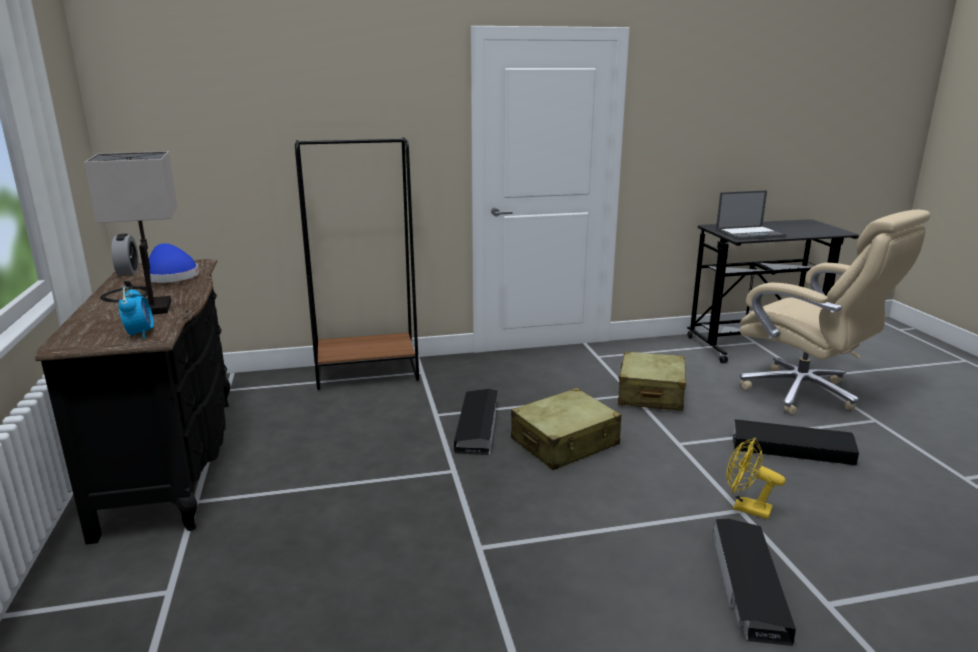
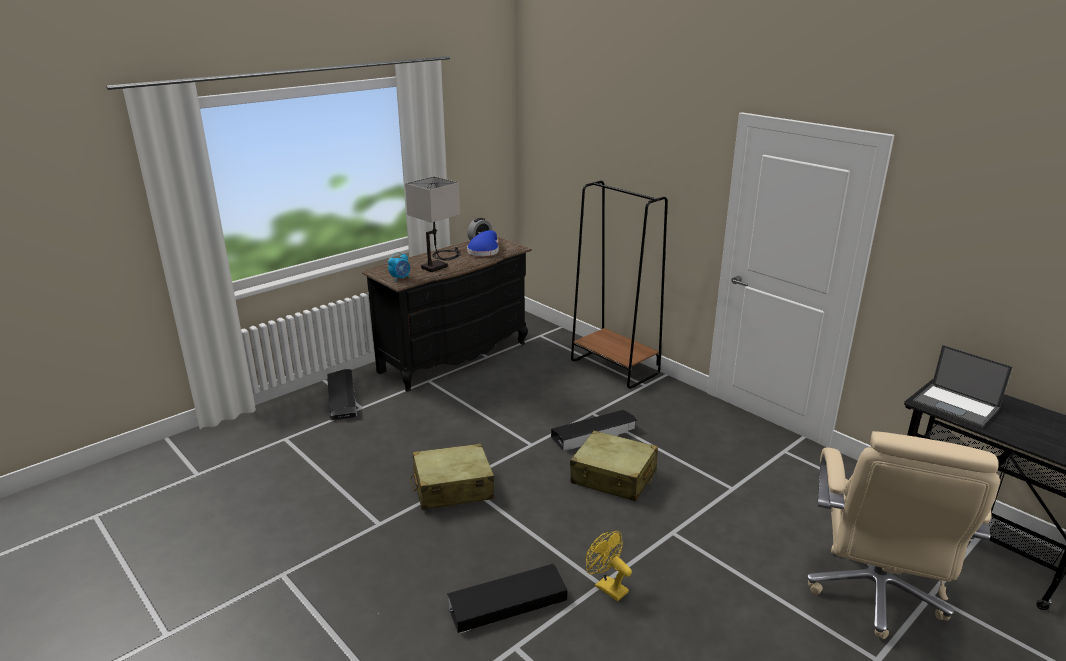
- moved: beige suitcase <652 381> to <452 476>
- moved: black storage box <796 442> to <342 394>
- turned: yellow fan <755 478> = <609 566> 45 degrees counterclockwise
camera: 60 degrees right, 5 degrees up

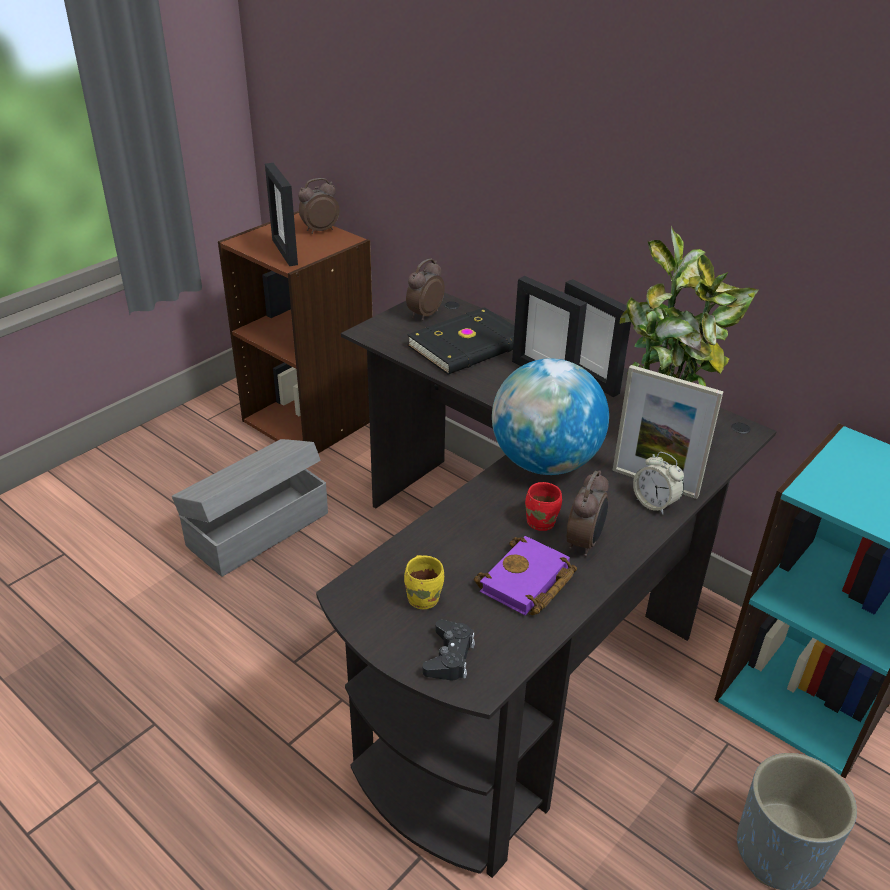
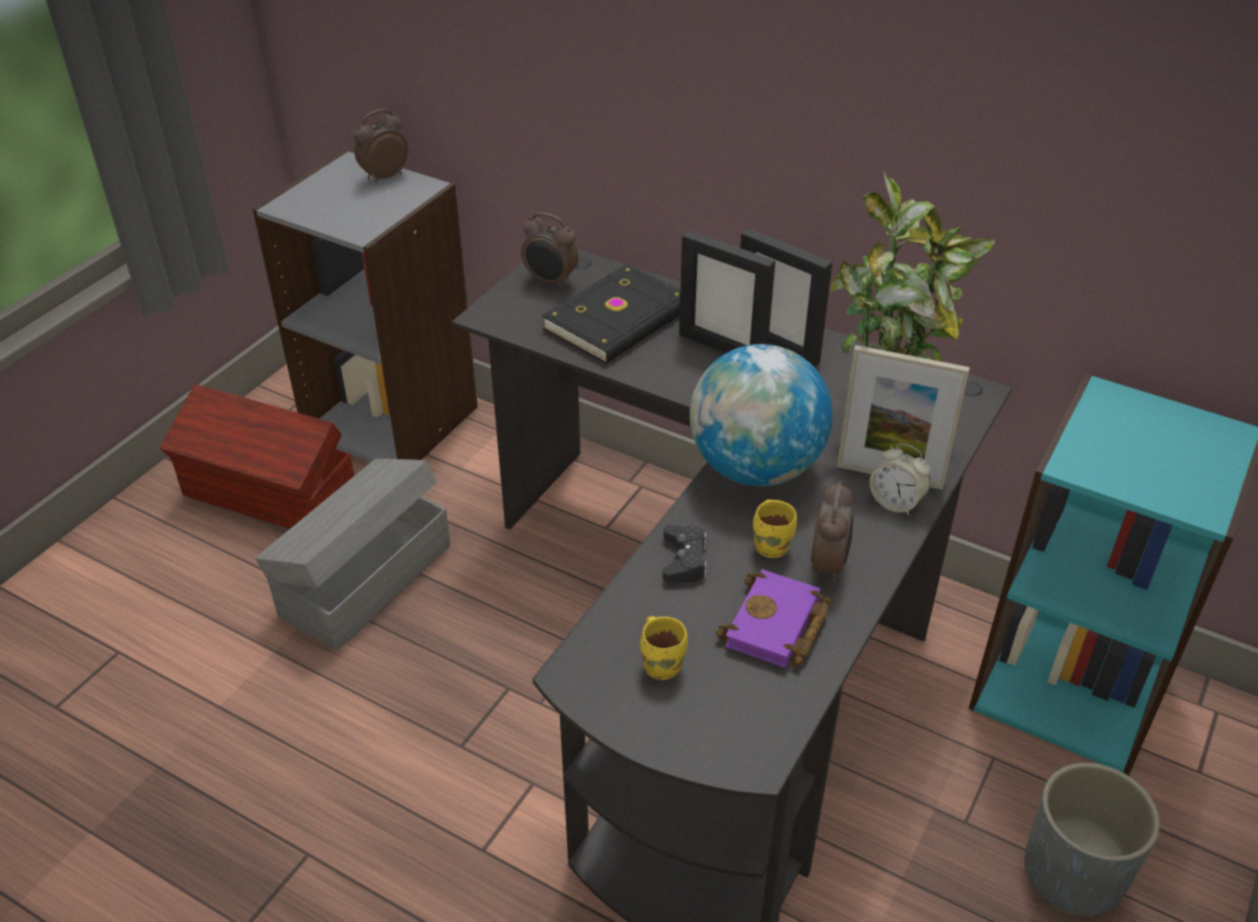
- removed: picture frame <281 214>
- added: brown storage box <257 456>
- moved: black game controller <448 650> to <685 553>
- recoloured: brown bookcase <295 332> to grey bookcase <365 306>
- recoloured: red mug <543 506> to yellow mug <775 528>
- turned: alarm clock <425 289> = <550 250> 90 degrees counterclockwise
camera: 10 degrees left, 5 degrees up

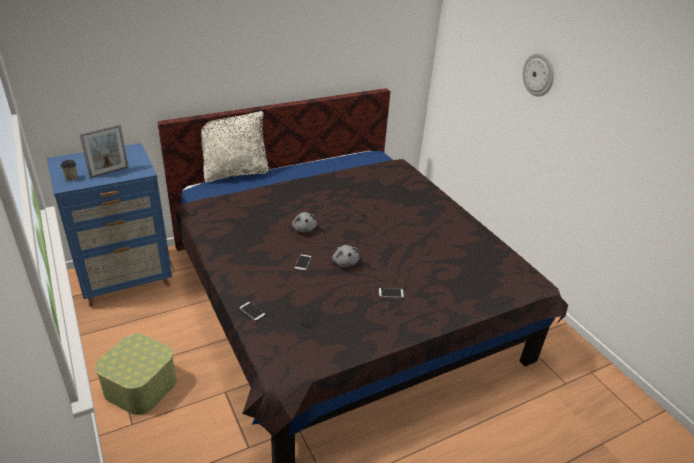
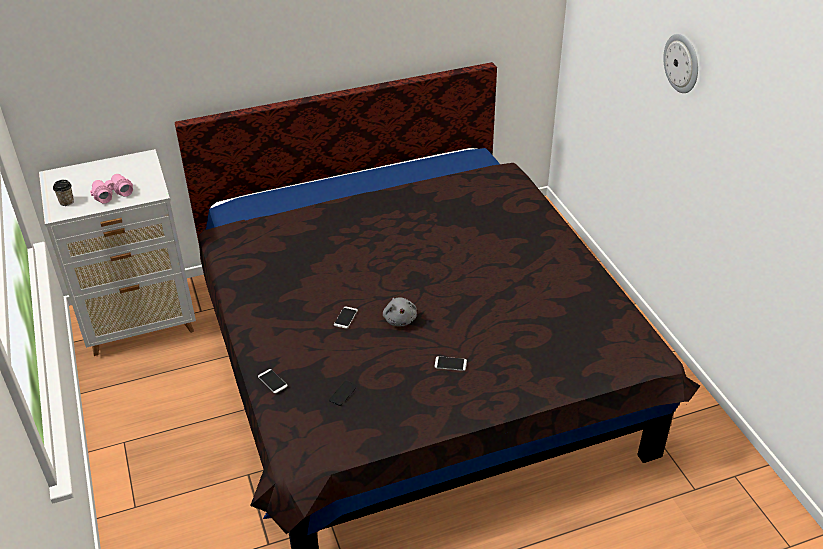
- removed: storage box <136 374>
- removed: beige pillow <235 146>
- removed: grey plush toy <304 222>
- replaced: picture frame <104 151> to pink binoculars <111 189>
- recoloured: blue dresser <109 225> to white dresser <117 252>
camera: 10 degrees right, 5 degrees up

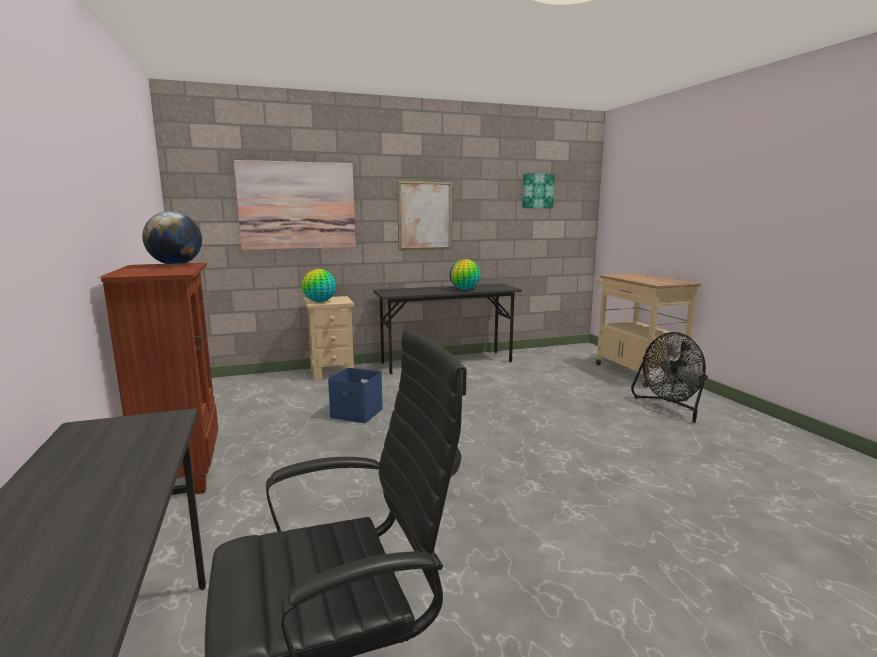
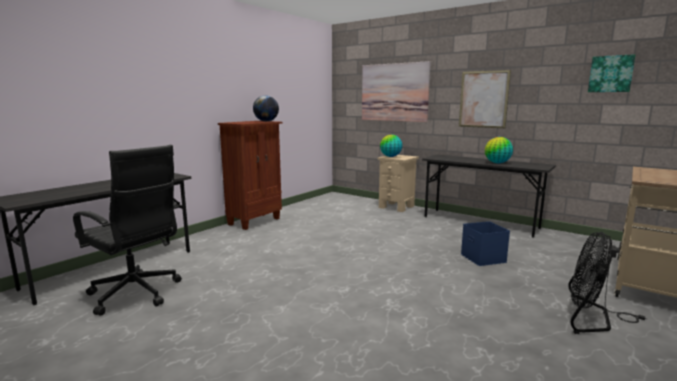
- moved: blue storage box <355 395> to <485 243>
camera: 55 degrees right, 0 degrees up

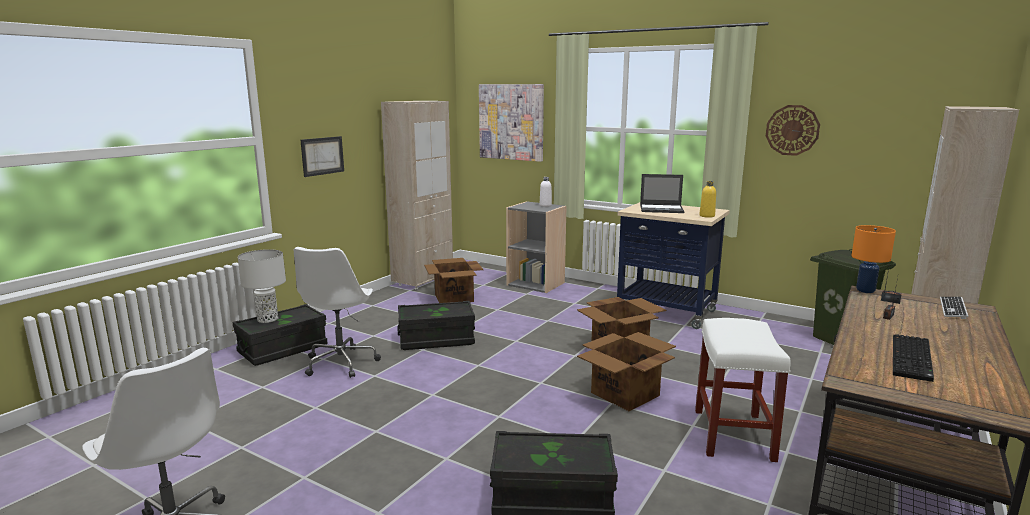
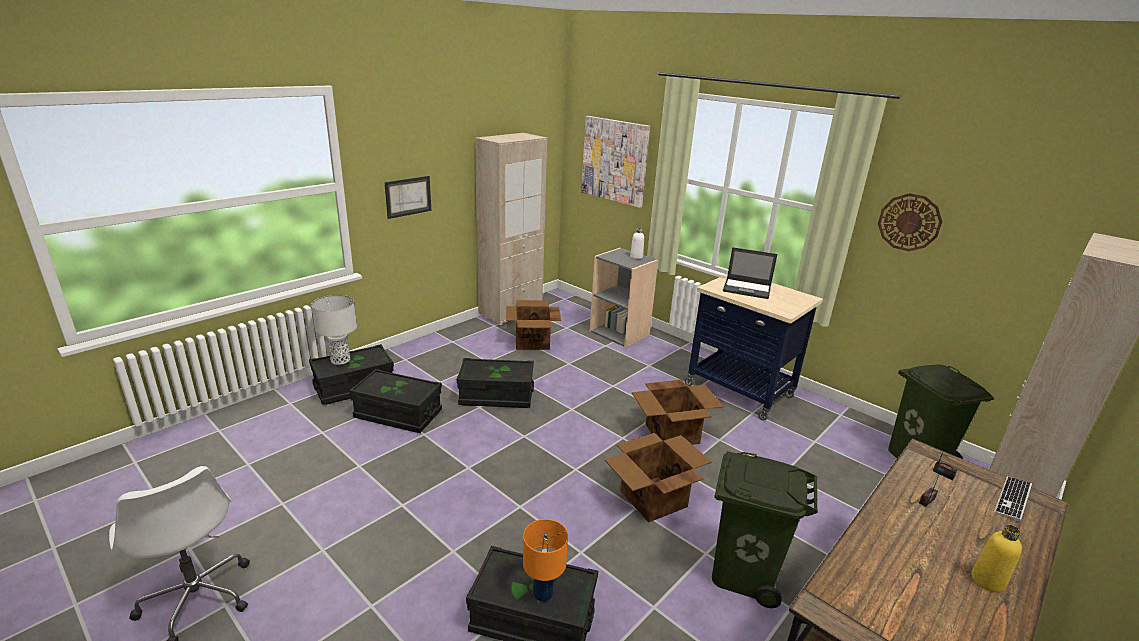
- removed: keyboard <913 358>
- moved: yellow bottle <707 199> to <996 559>
- moved: orange table lamp <873 259> to <545 560>
- replaced: white office chair <337 312> to black storage box <395 401>
- replaced: white stool <743 390> to green trash can <765 529>
camera: 10 degrees right, 10 degrees up

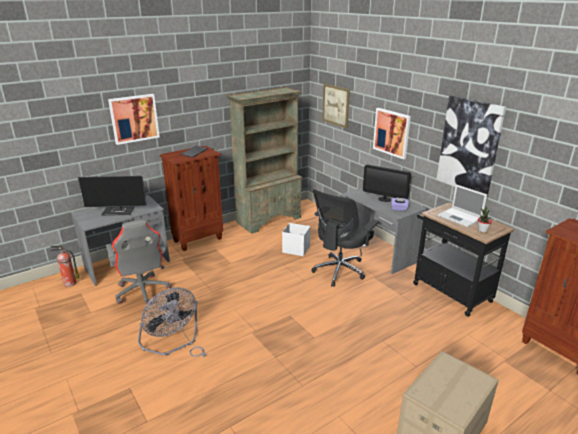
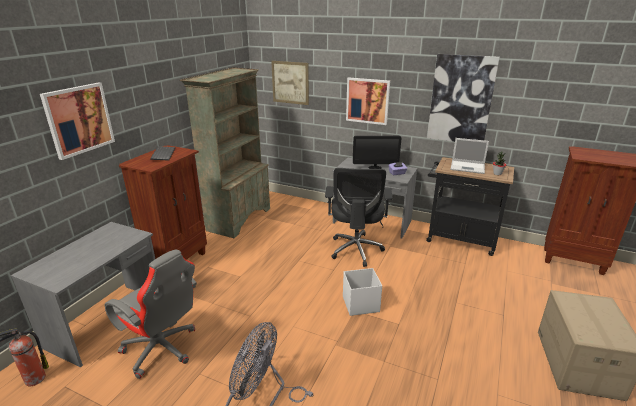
- removed: monitor <112 196>
- moved: white storage box <296 239> to <362 292>
camera: 30 degrees left, 0 degrees up

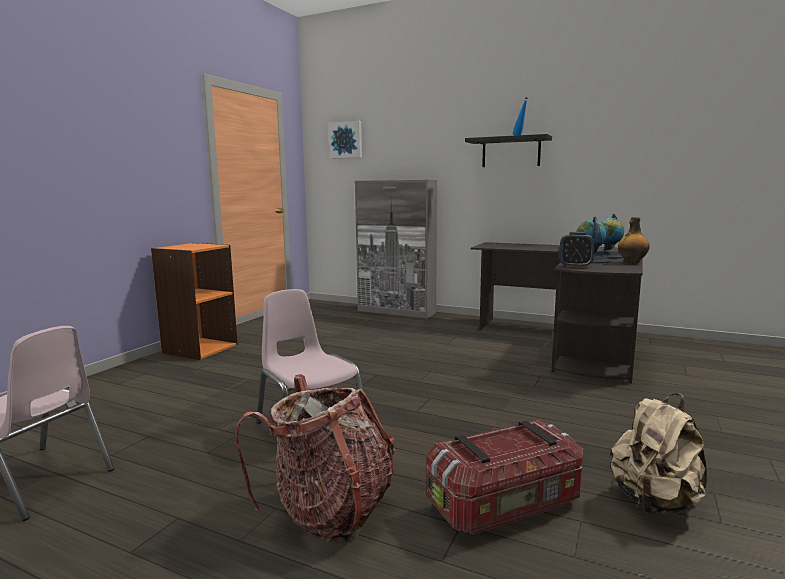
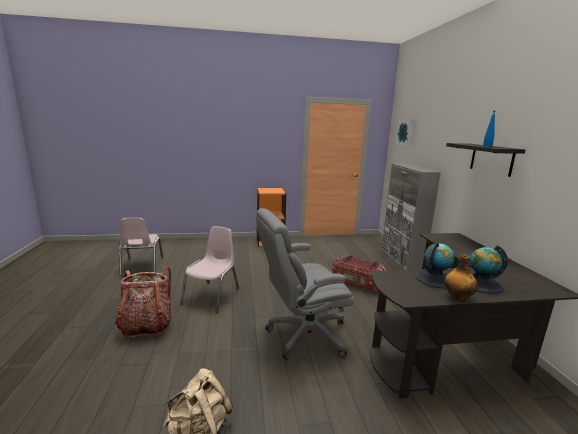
- removed: alarm clock <577 250>
- added: grey office chair <305 284>
- moved: storage box <504 477> to <359 273>
camera: 55 degrees right, 5 degrees up

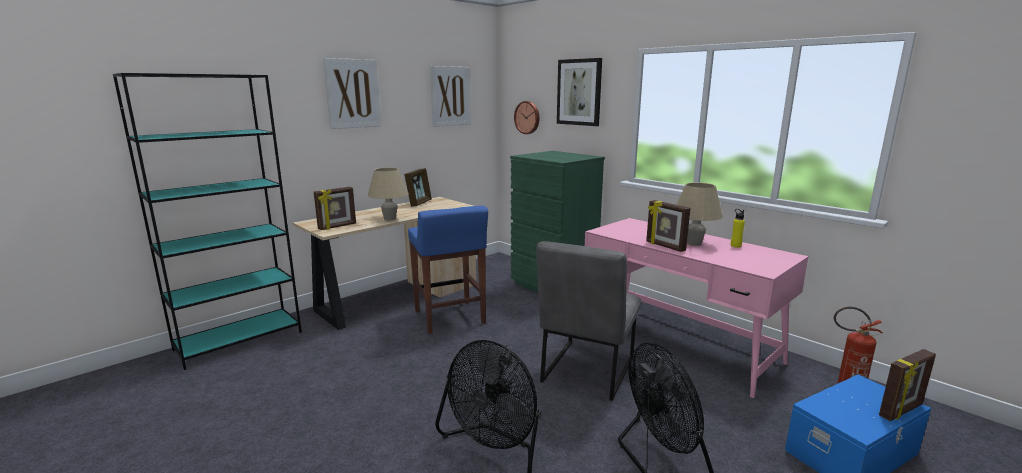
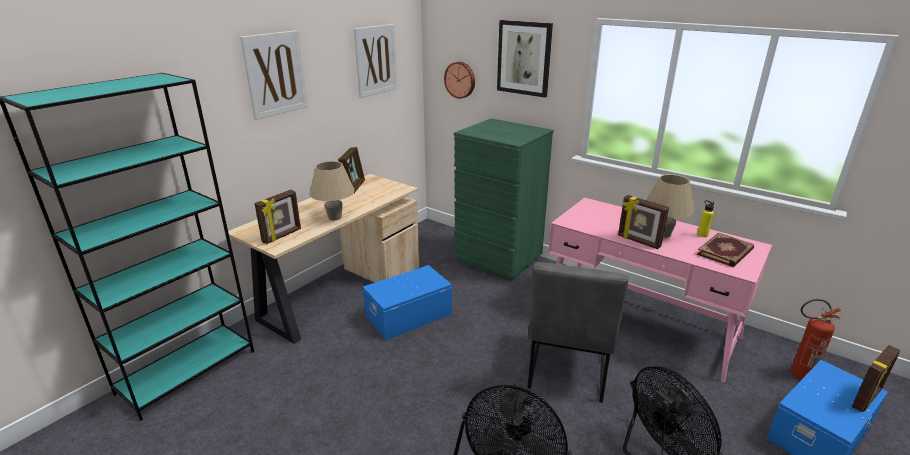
- added: book <725 250>
- replaced: blue stool <448 270> to blue storage box <407 302>
camera: 10 degrees left, 10 degrees up

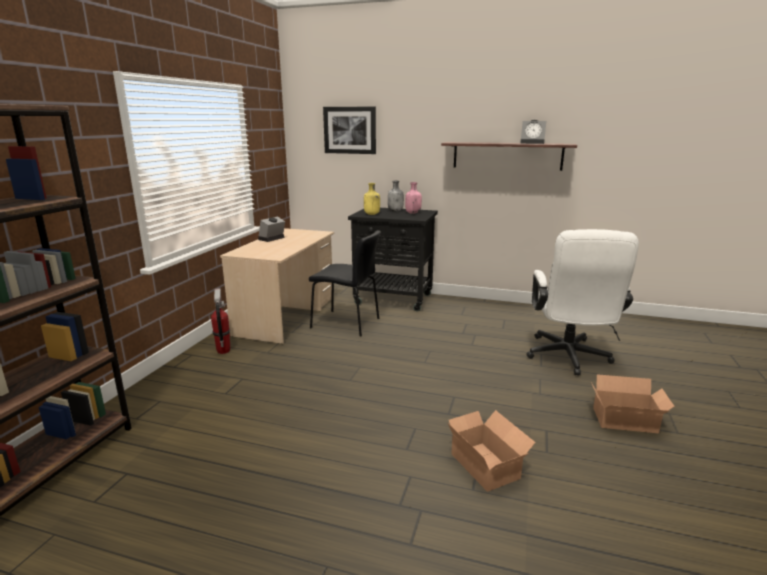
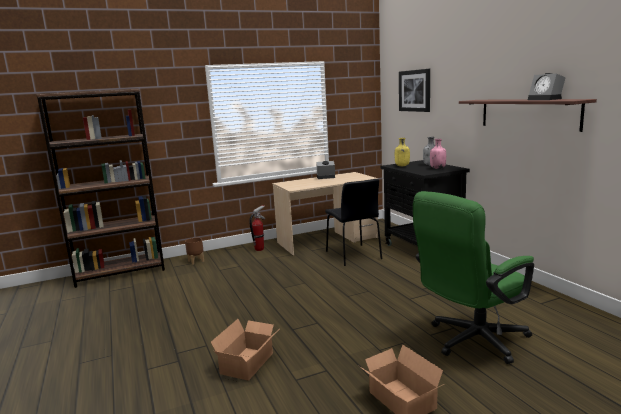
- added: brown planter <194 251>
- recoloured: white office chair <582 302> to green office chair <473 277>
camera: 50 degrees right, 5 degrees down

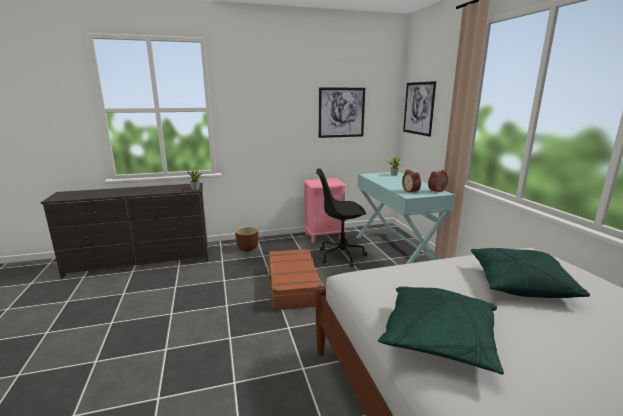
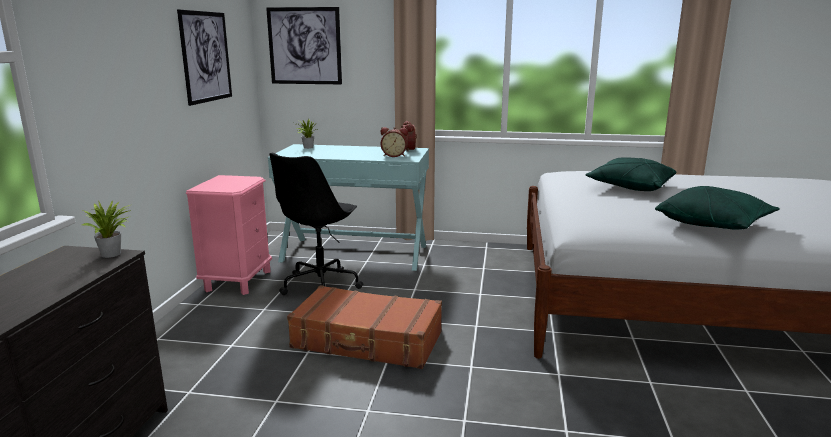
- removed: brown planter <246 239>
camera: 65 degrees left, 0 degrees up

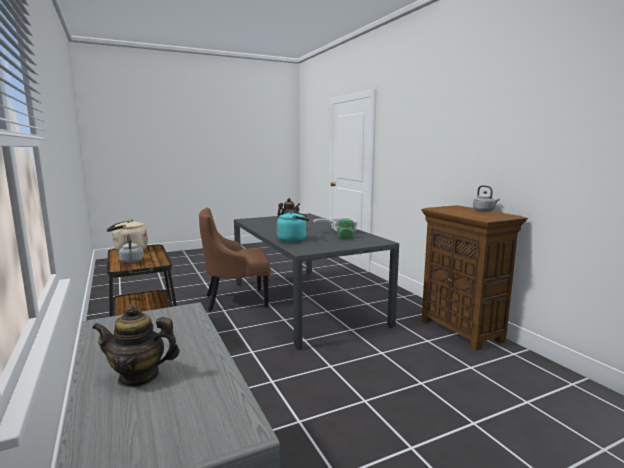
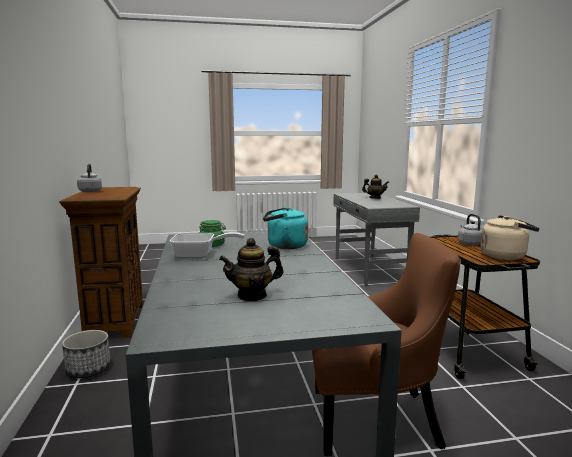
- added: planter <86 354>
camera: 165 degrees left, 0 degrees up

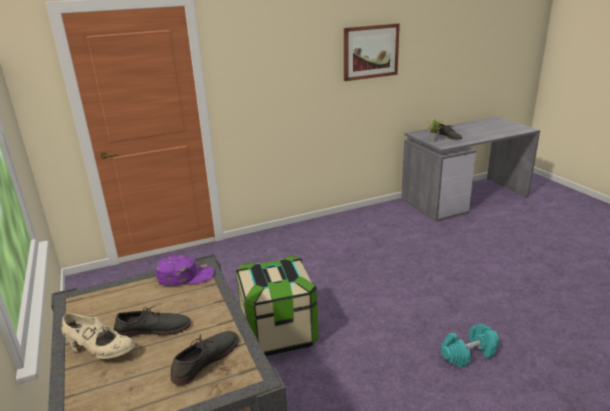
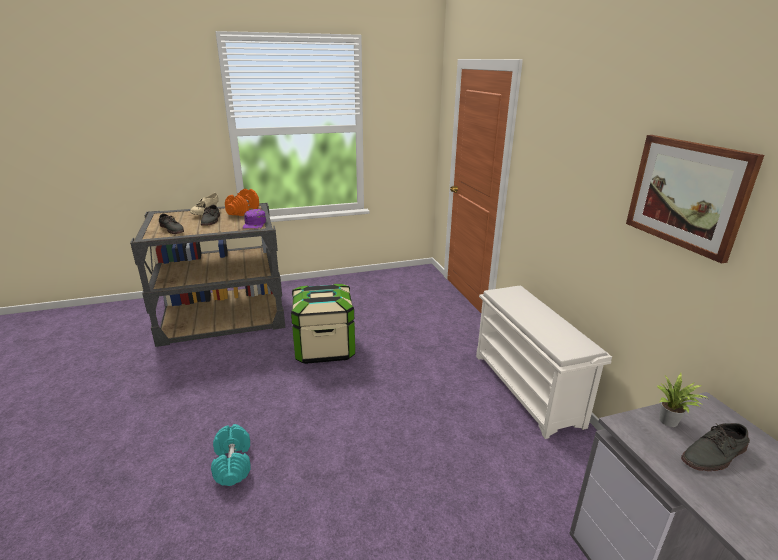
- added: orange dumbbell <242 202>
- added: white shoe rack <544 362>
camera: 95 degrees right, 0 degrees up

